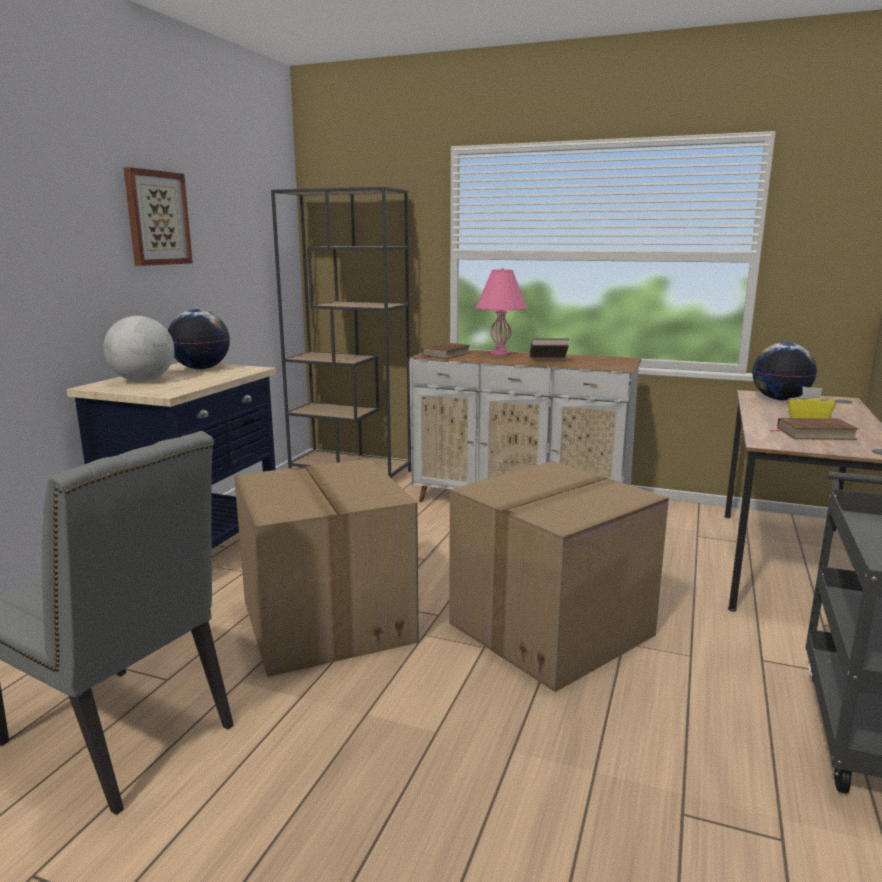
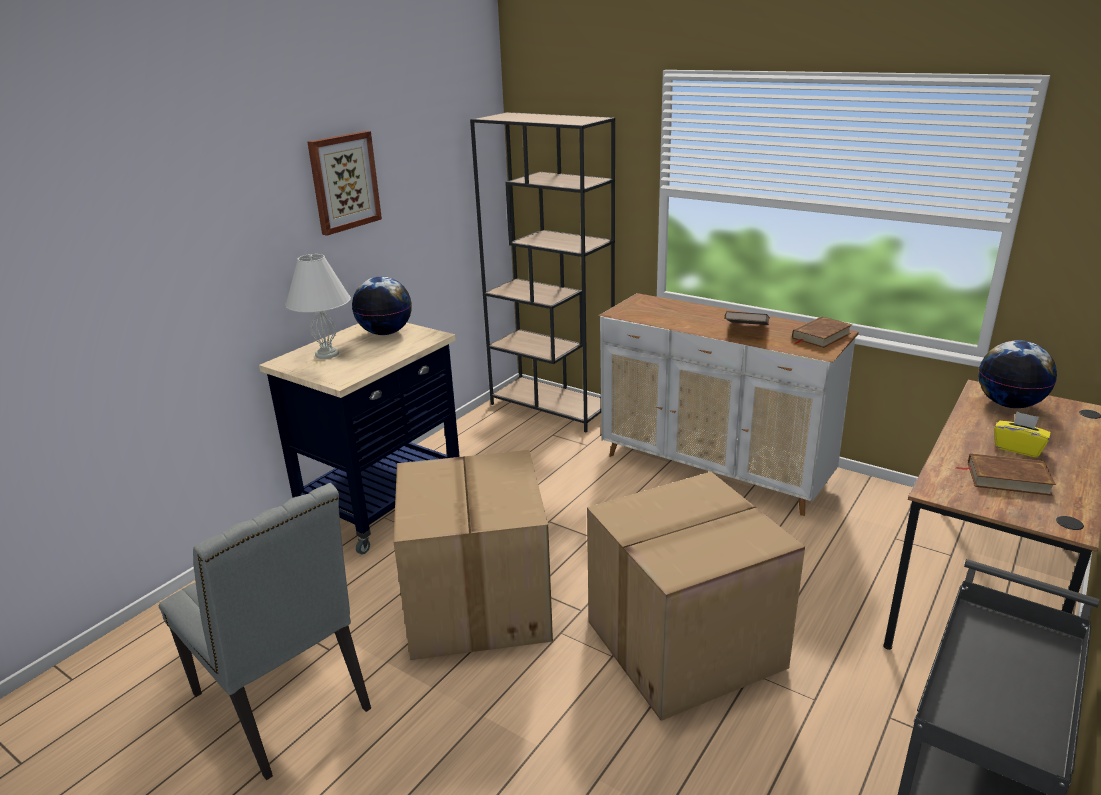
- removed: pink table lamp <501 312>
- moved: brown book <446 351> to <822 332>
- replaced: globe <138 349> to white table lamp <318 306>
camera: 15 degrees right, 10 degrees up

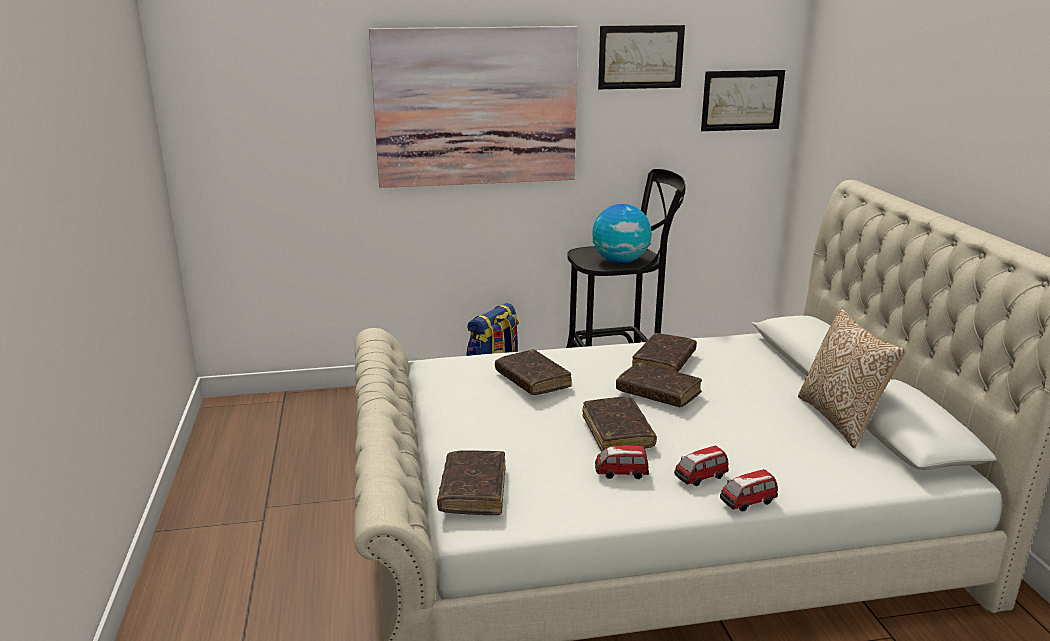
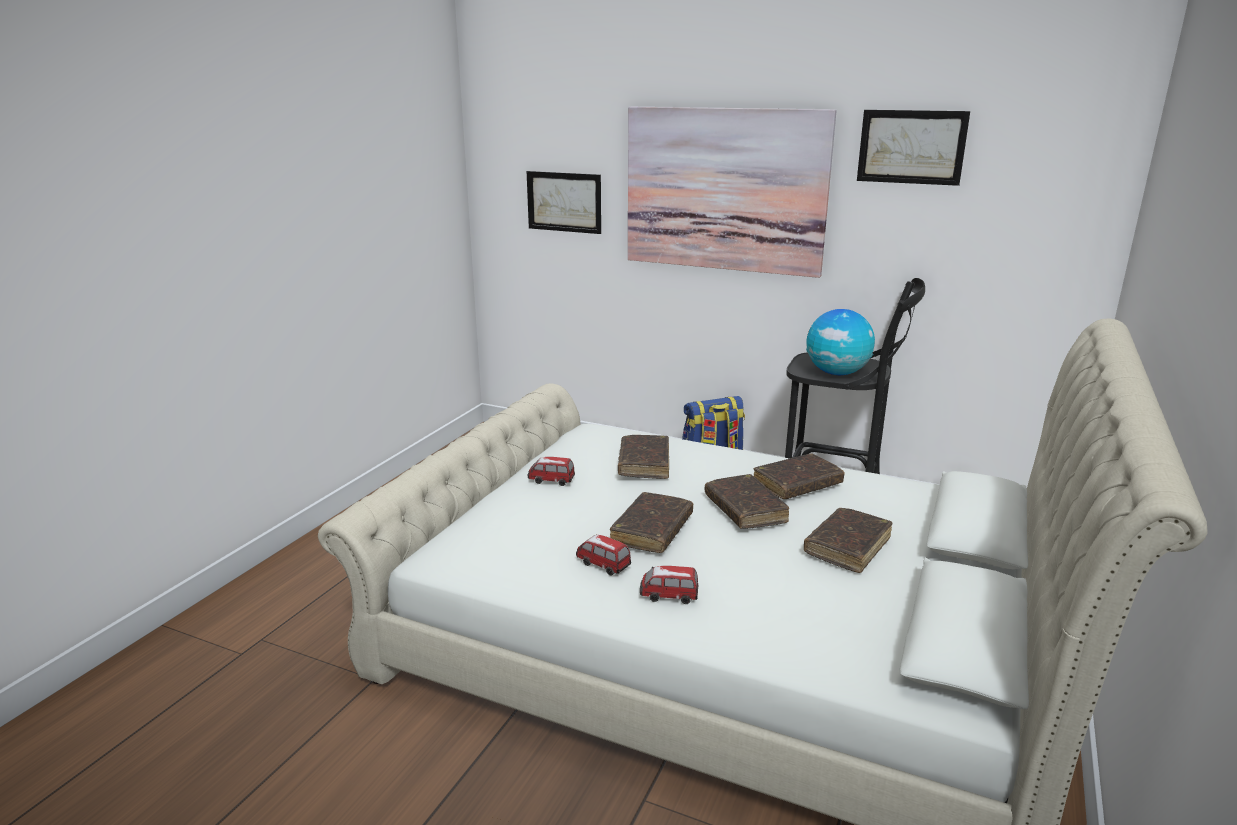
- removed: pillow <852 378>
- moved: brown book <471 482> to <848 540>
- moved: picture <743 100> to <564 202>
- moved: toy car <749 490> to <551 471>
camera: 35 degrees right, 0 degrees up

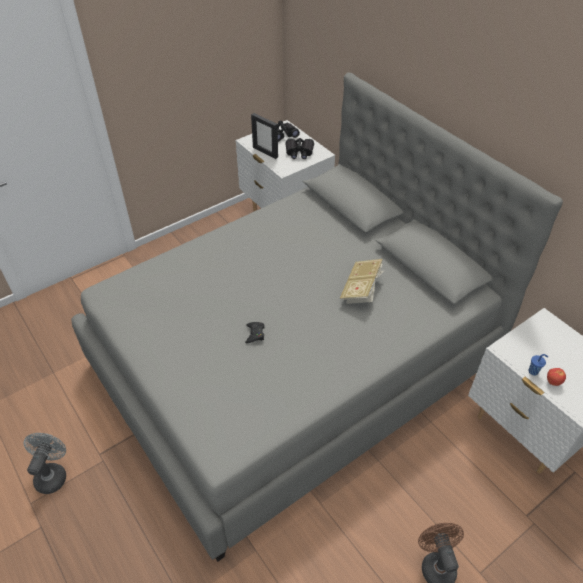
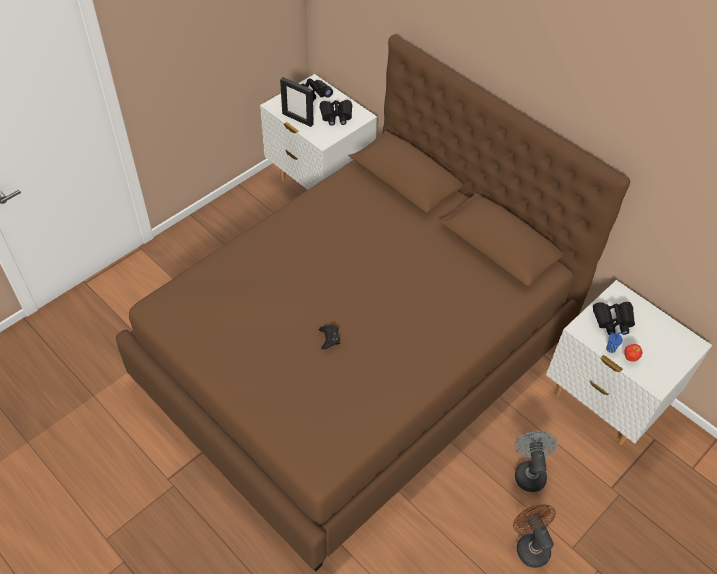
- removed: book <362 281>
- added: black binoculars <614 318>
- moved: grey fan <45 463> to <536 461>
- recoloured: grey bed <317 317> to brown bed <373 303>
camera: 10 degrees left, 5 degrees up

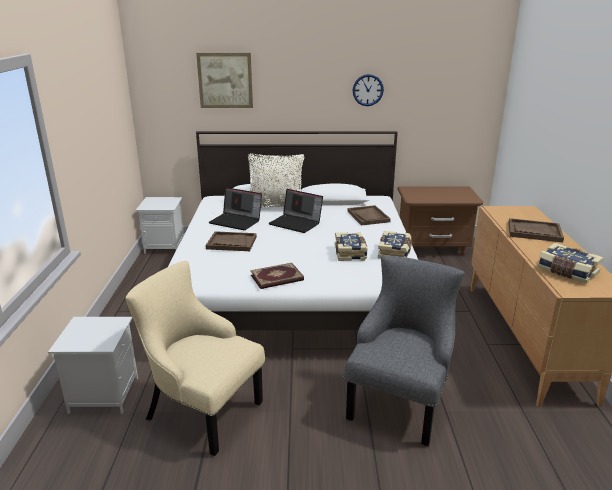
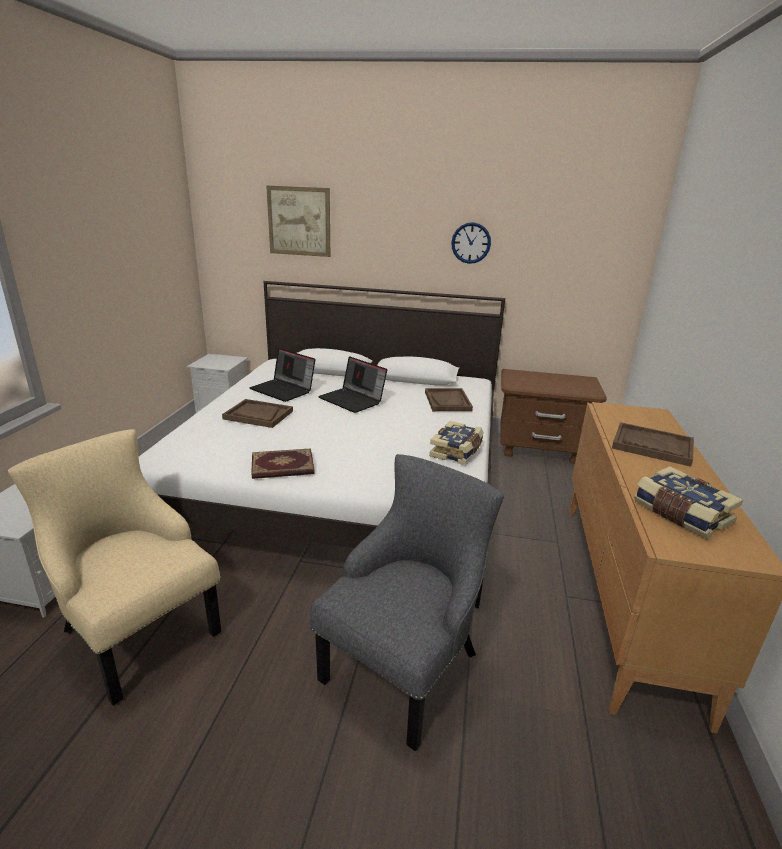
- removed: beige pillow <276 180>
- removed: book <351 246>
camera: 10 degrees right, 0 degrees up

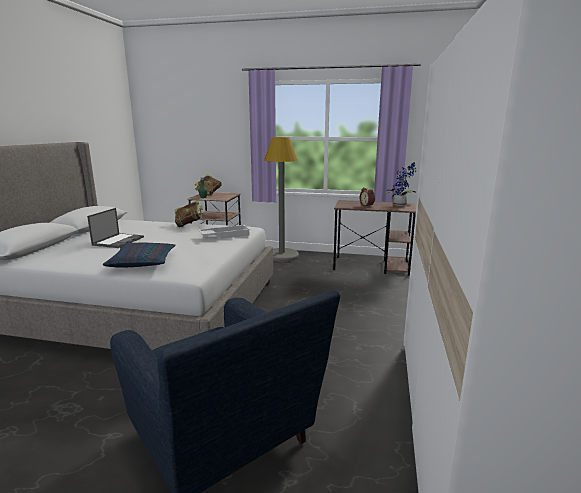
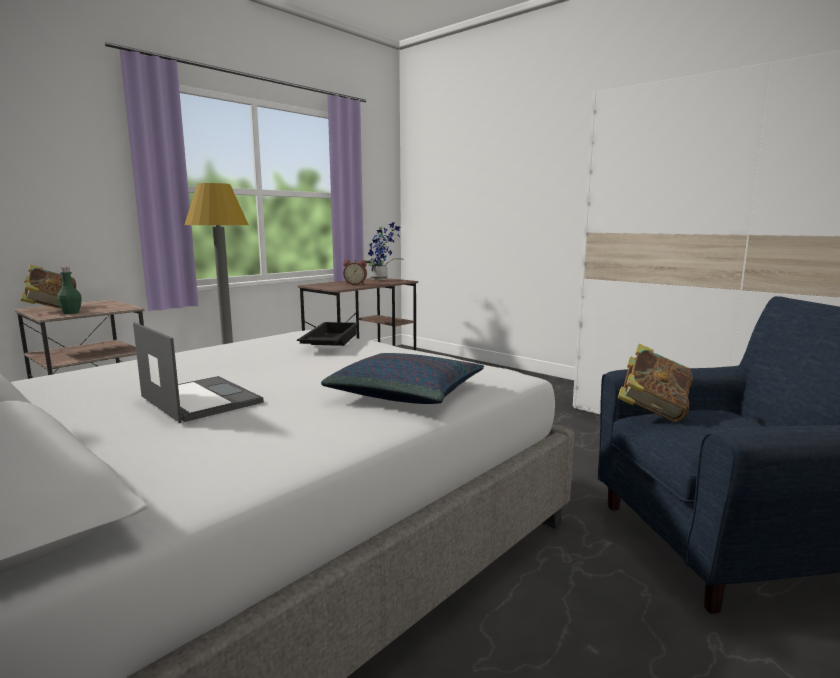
- moved: book <189 213> to <655 383>
- recoloured: white tray <224 232> to black tray <327 334>
camera: 60 degrees left, 5 degrees down

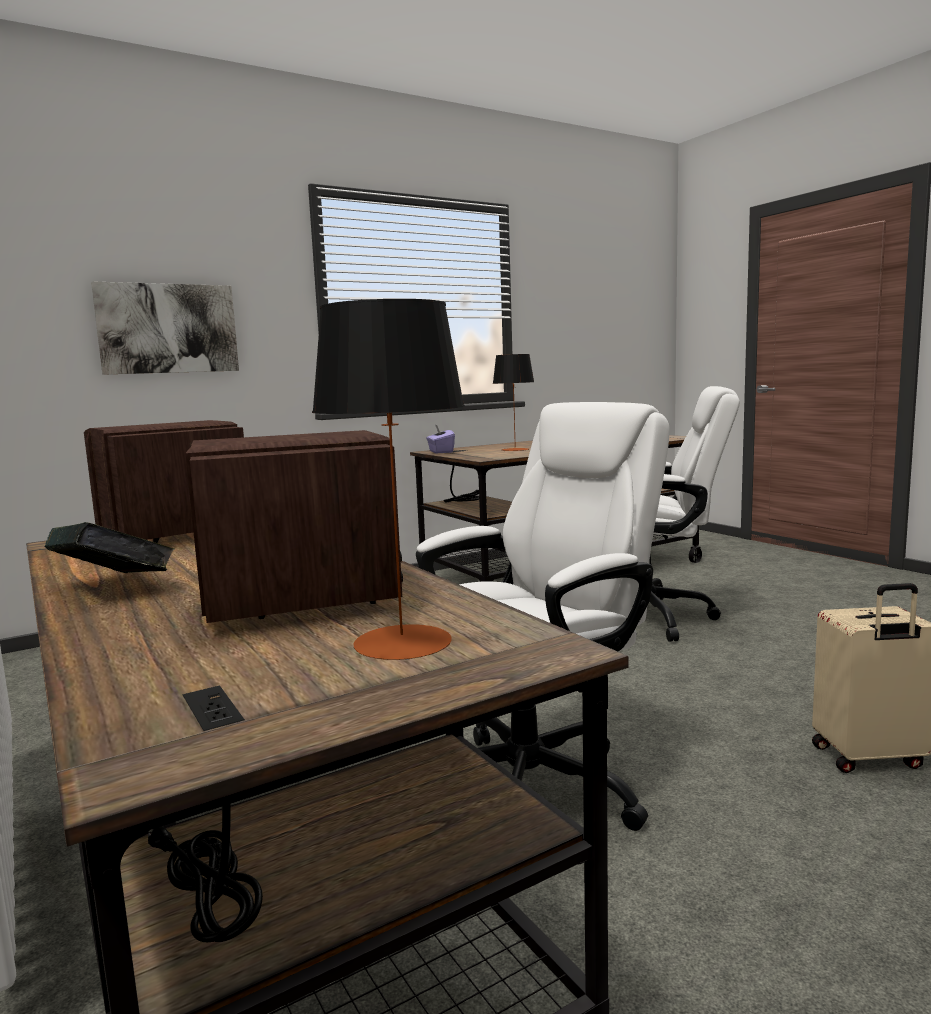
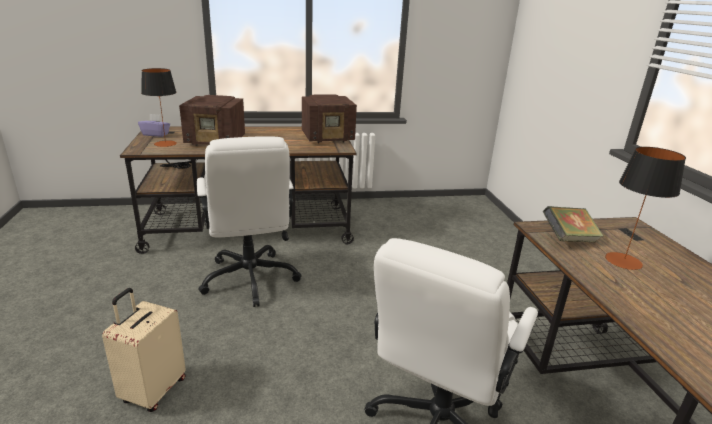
- removed: picture <165 328>
- moved: book <110 547> to <573 224>
- moved: purple tissue box <440 439> to <154 125>
camera: 110 degrees right, 15 degrees up

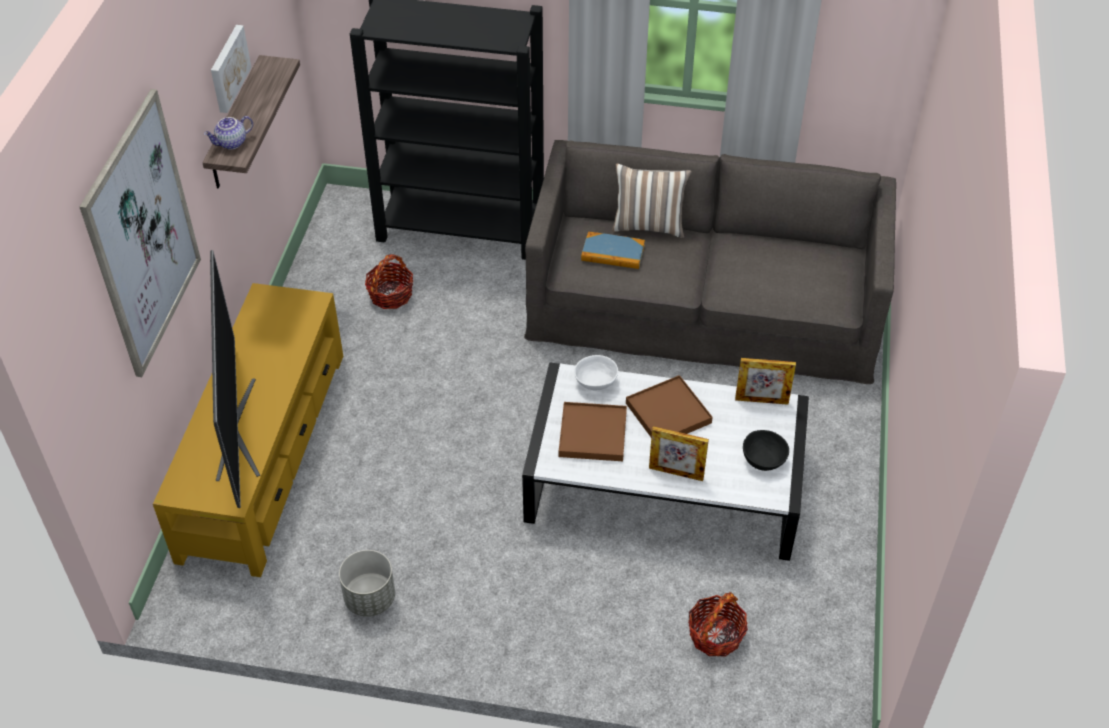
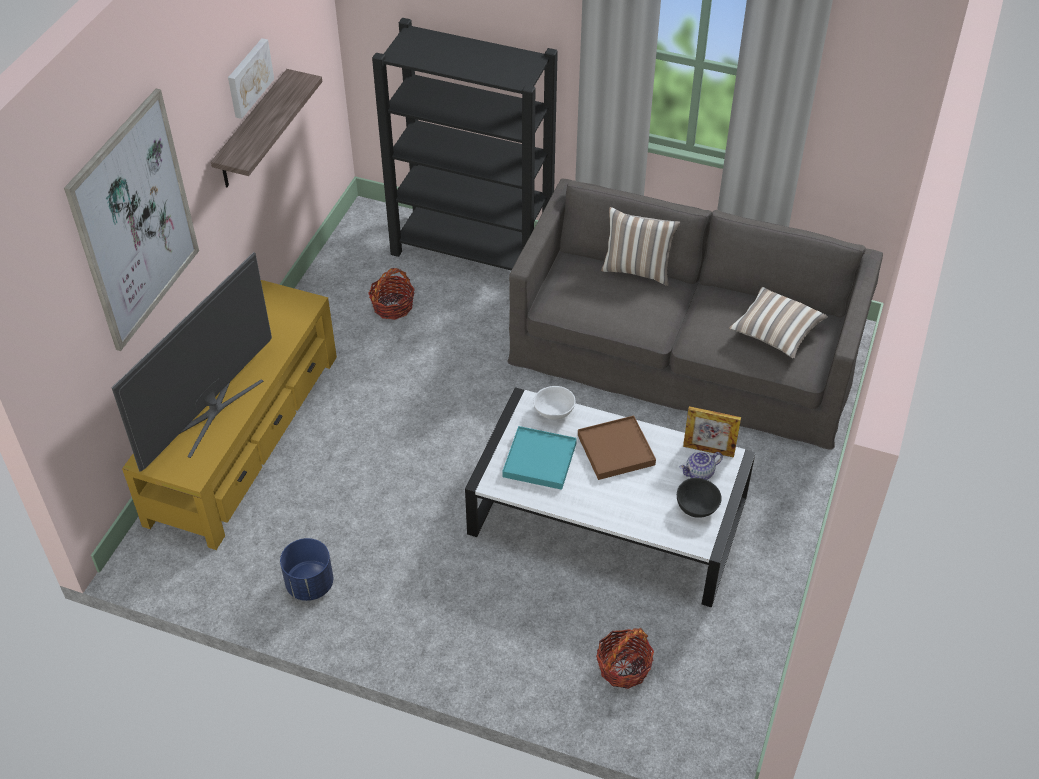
- removed: book <613 250>
- removed: picture frame <679 453>
- added: pillow <778 323>
- moved: teapot <228 132> to <701 465>
- recoloured: grey planter <367 583> to blue planter <306 569>
- recoloured: brown tray <593 431> to turquoise tray <539 458>
- turned: television <235 379> = <192 362> 150 degrees counterclockwise
camera: 10 degrees right, 0 degrees up

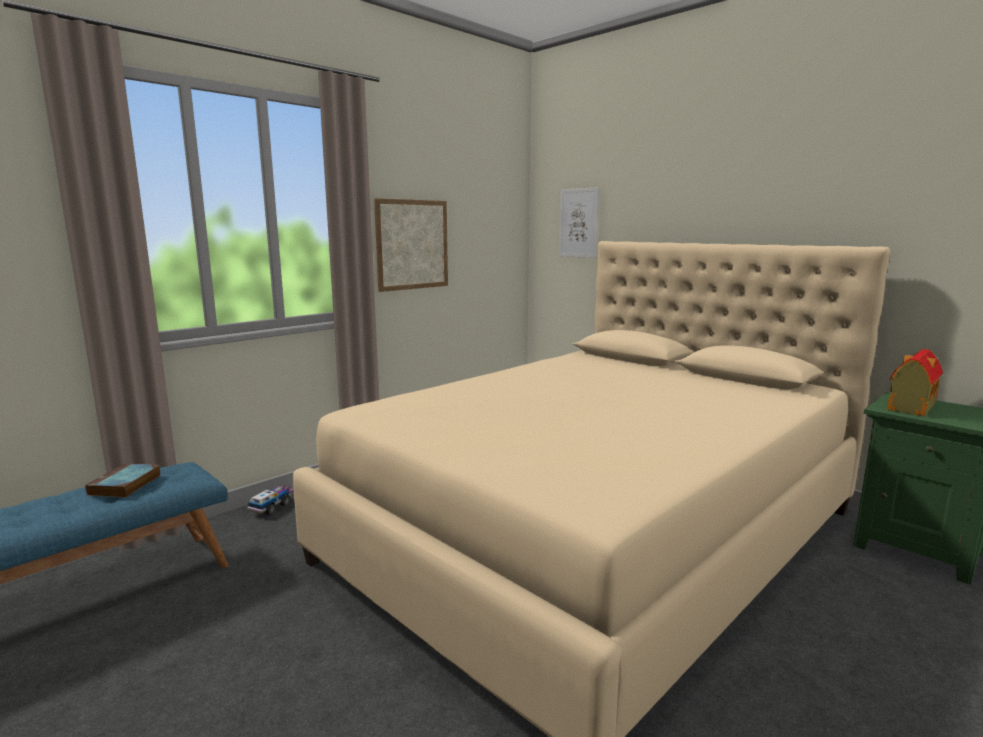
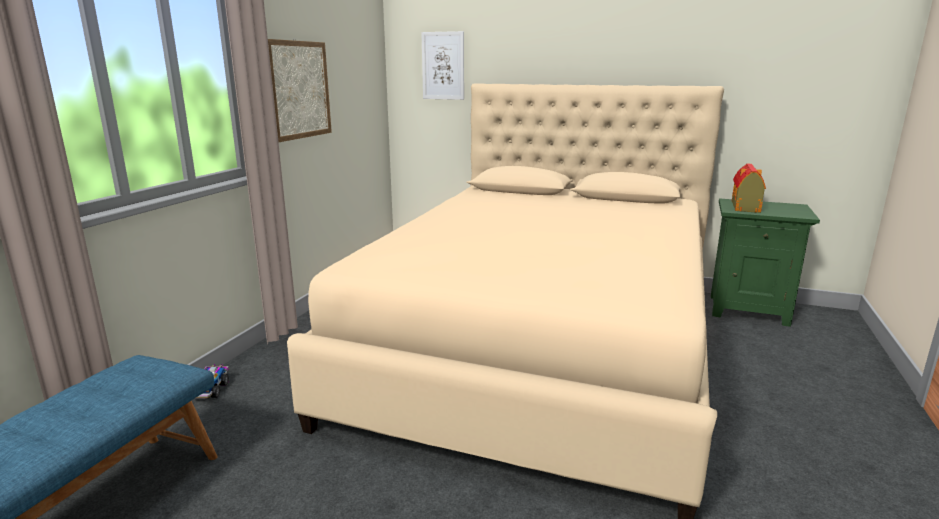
- removed: book <123 481>
camera: 25 degrees left, 5 degrees up

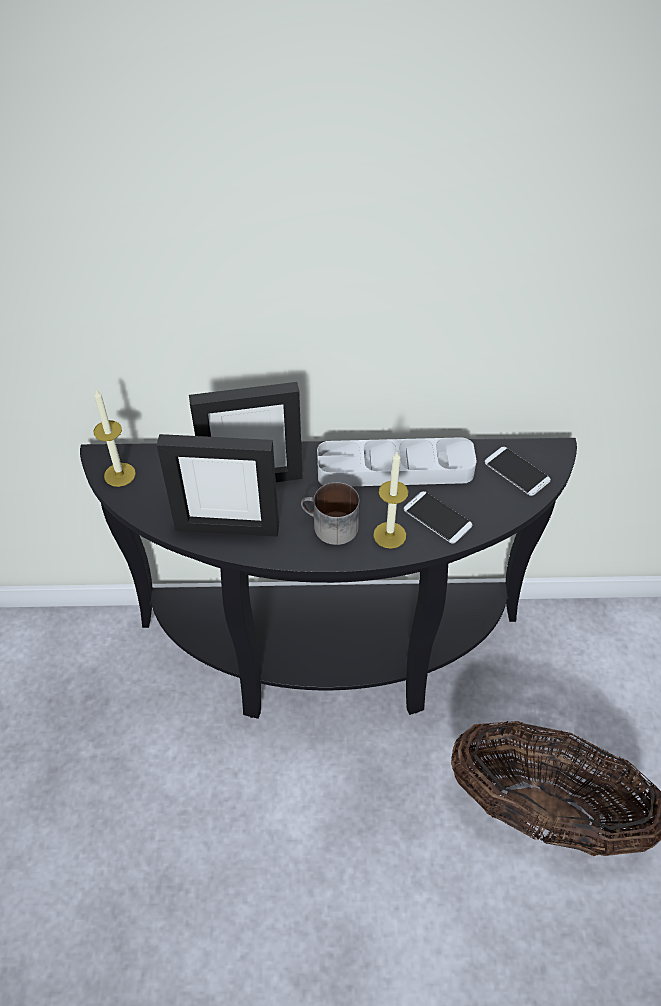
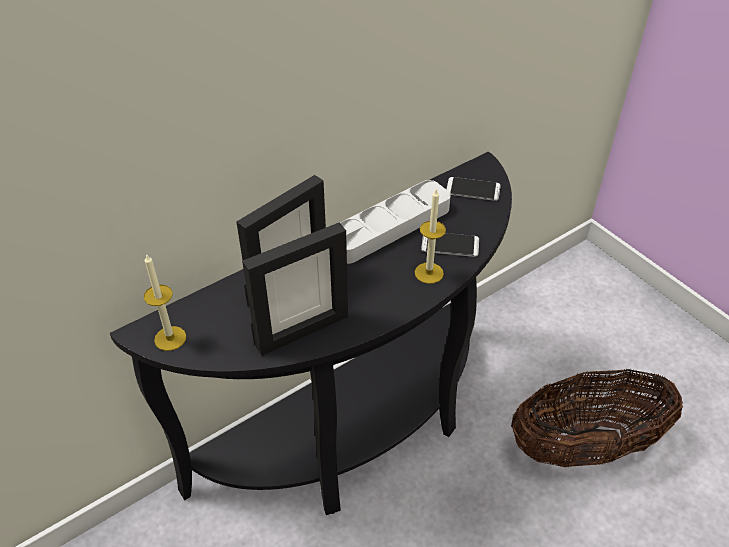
- removed: mug <330 513>
camera: 35 degrees left, 5 degrees down

